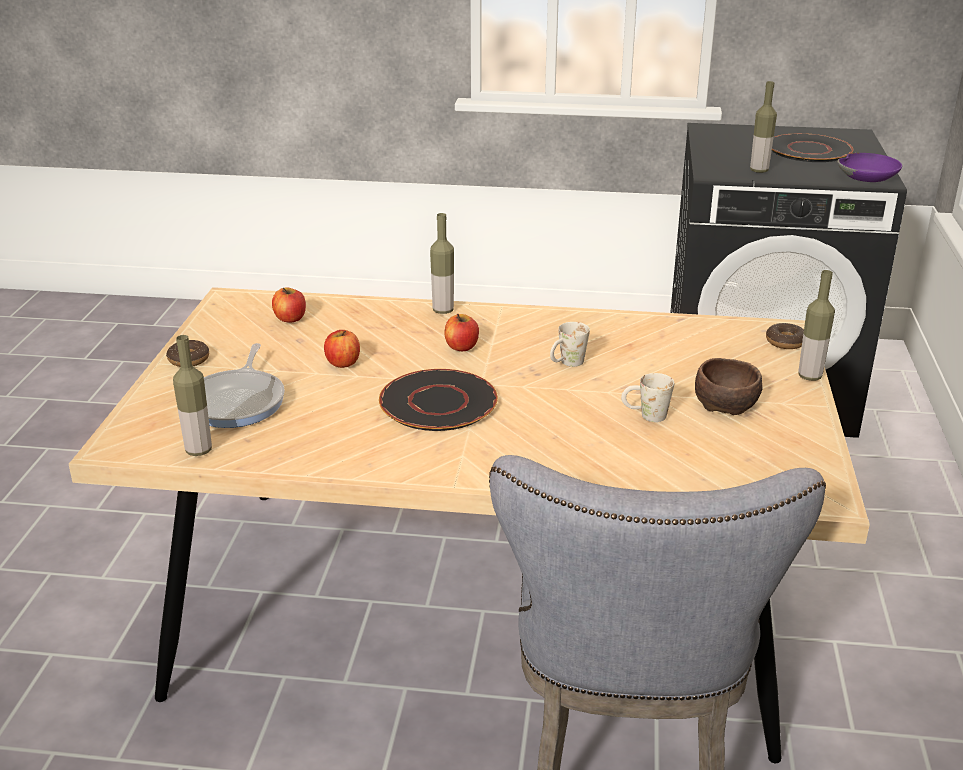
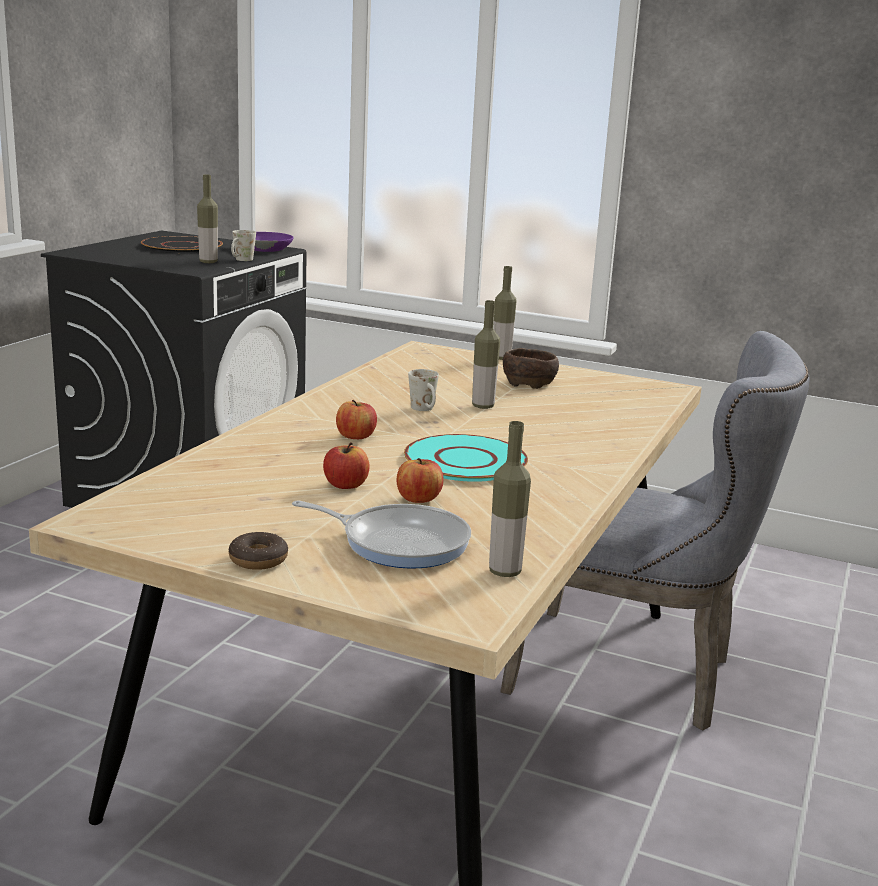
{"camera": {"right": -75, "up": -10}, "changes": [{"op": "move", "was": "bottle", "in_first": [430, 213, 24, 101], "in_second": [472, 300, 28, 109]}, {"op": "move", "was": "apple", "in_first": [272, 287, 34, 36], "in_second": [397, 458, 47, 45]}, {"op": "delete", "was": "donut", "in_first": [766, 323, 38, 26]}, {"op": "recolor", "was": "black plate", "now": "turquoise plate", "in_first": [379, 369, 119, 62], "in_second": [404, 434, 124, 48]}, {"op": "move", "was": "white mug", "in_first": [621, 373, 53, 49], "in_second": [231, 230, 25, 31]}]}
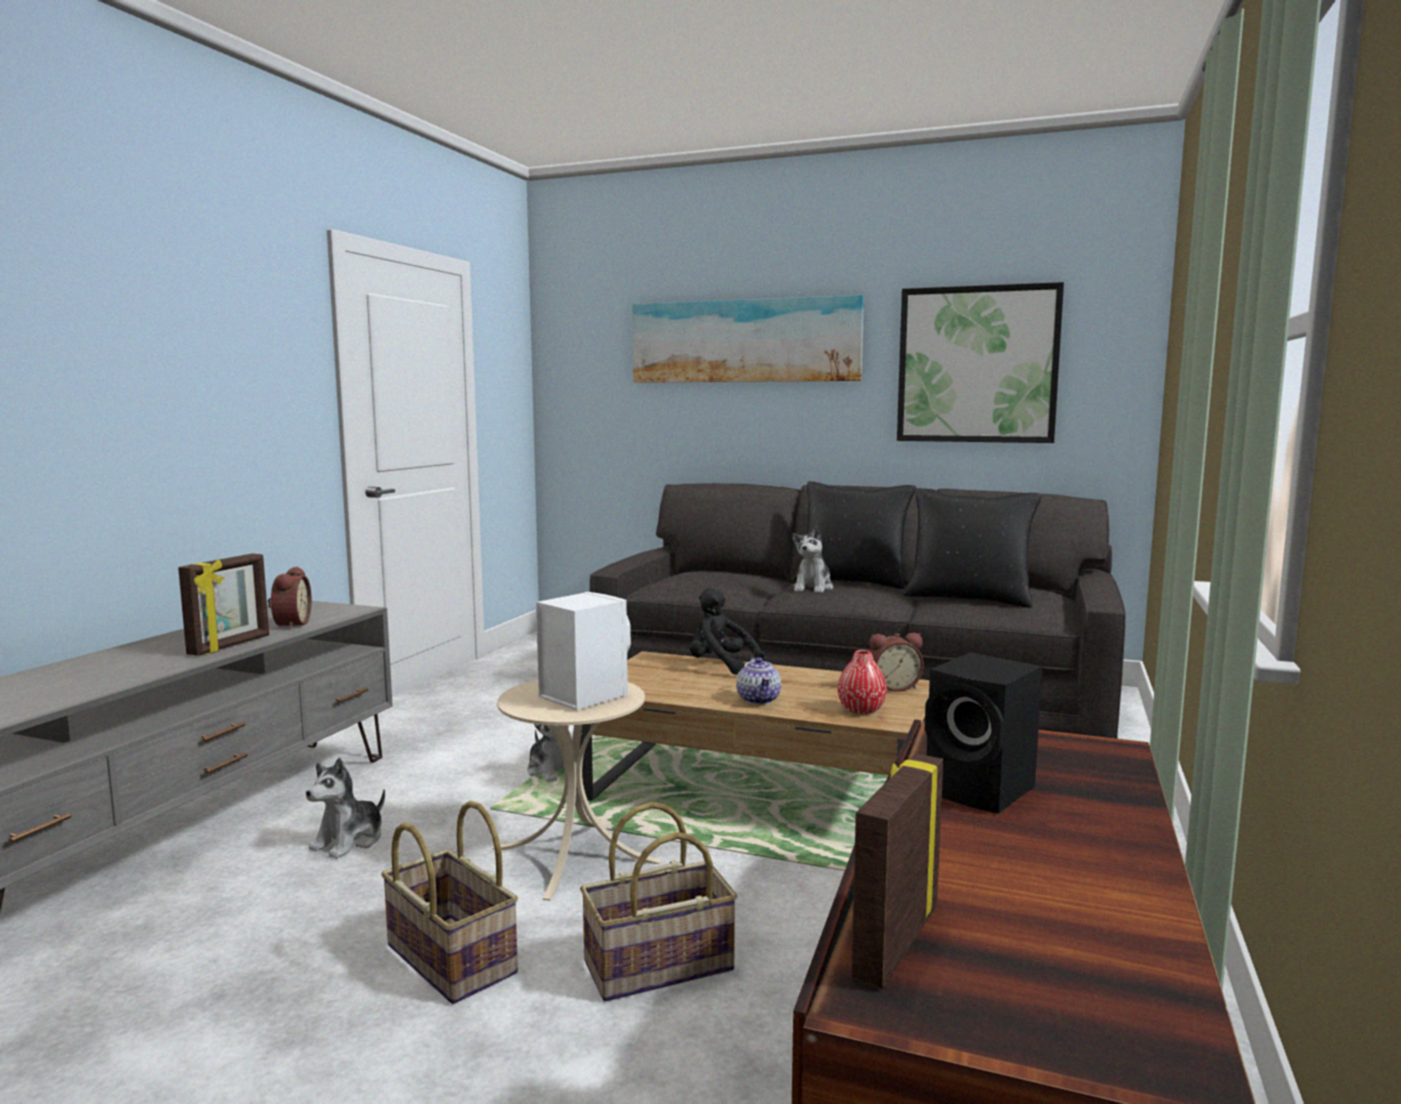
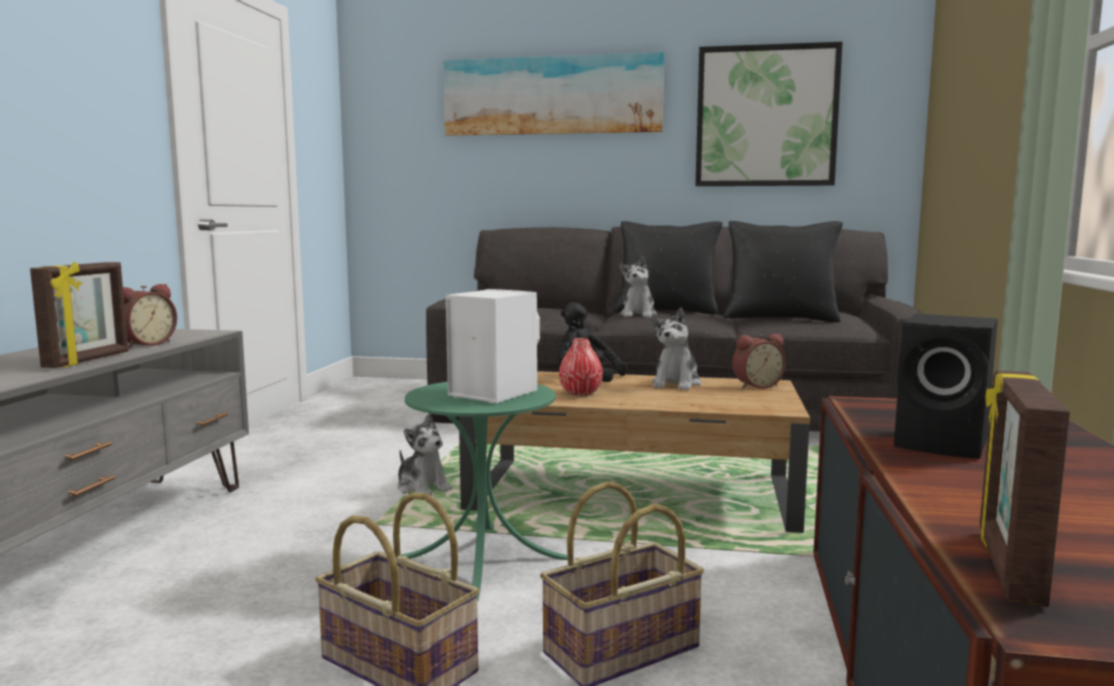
{"camera": {"right": -10, "up": 0}, "changes": [{"op": "rotate", "was": "alarm clock", "in_first": [268, 566, 44, 64], "in_second": [123, 284, 54, 64], "clockwise": 45}, {"op": "move", "was": "red vase", "in_first": [838, 650, 49, 65], "in_second": [559, 338, 44, 58]}, {"op": "delete", "was": "teapot", "in_first": [736, 657, 45, 47]}, {"op": "recolor", "was": "beige side table", "now": "green side table", "in_first": [492, 680, 169, 220], "in_second": [401, 382, 167, 219]}, {"op": "move", "was": "plush toy", "in_first": [306, 758, 79, 101], "in_second": [651, 308, 50, 82]}]}
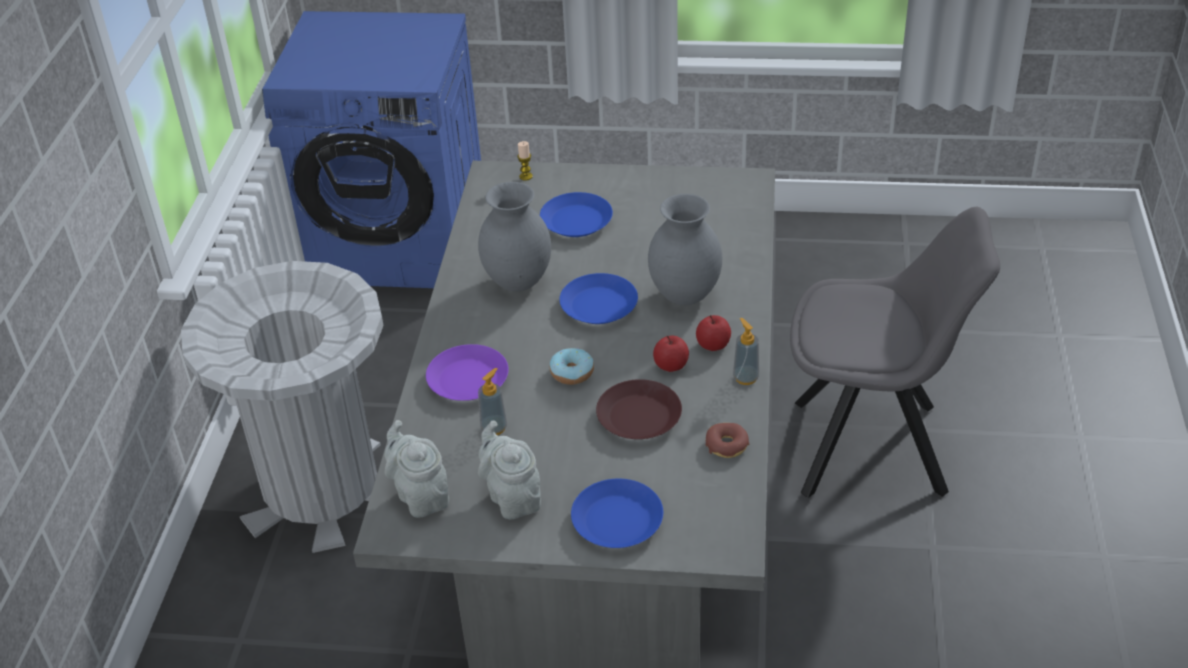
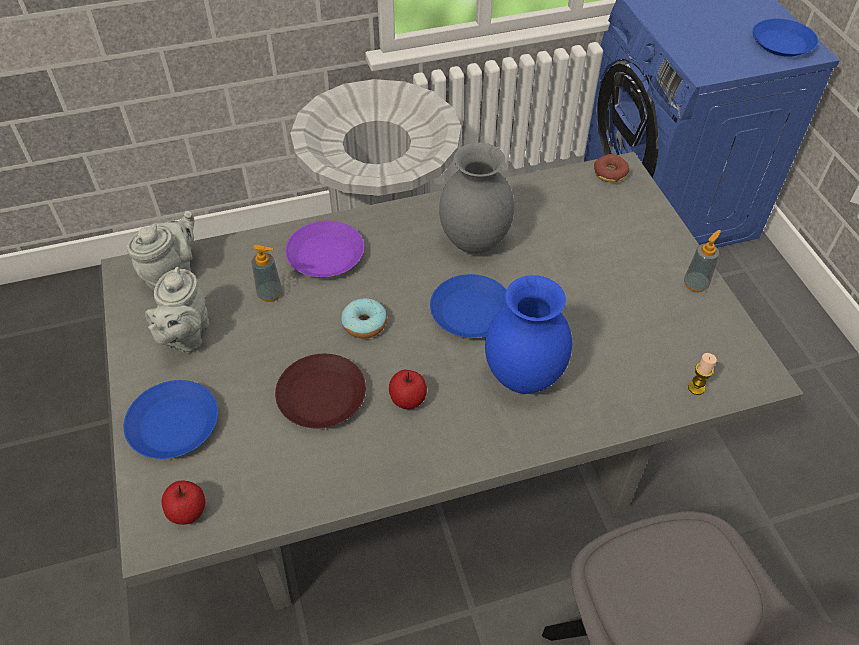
{"camera": {"right": 65, "up": 10}, "changes": [{"op": "move", "was": "candle", "in_first": [517, 141, 16, 40], "in_second": [688, 353, 29, 42]}, {"op": "move", "was": "blue plate", "in_first": [540, 192, 73, 45], "in_second": [752, 19, 66, 38]}, {"op": "recolor", "was": "grey vase", "now": "blue vase", "in_first": [648, 194, 74, 111], "in_second": [485, 275, 87, 119]}, {"op": "move", "was": "apple", "in_first": [696, 315, 35, 36], "in_second": [162, 481, 43, 44]}, {"op": "move", "was": "soap dispenser", "in_first": [733, 318, 26, 67], "in_second": [684, 230, 37, 62]}, {"op": "rotate", "was": "grey teapot", "in_first": [478, 420, 63, 99], "in_second": [145, 267, 64, 86], "clockwise": 150}, {"op": "move", "was": "donut", "in_first": [706, 423, 43, 35], "in_second": [594, 154, 36, 28]}]}
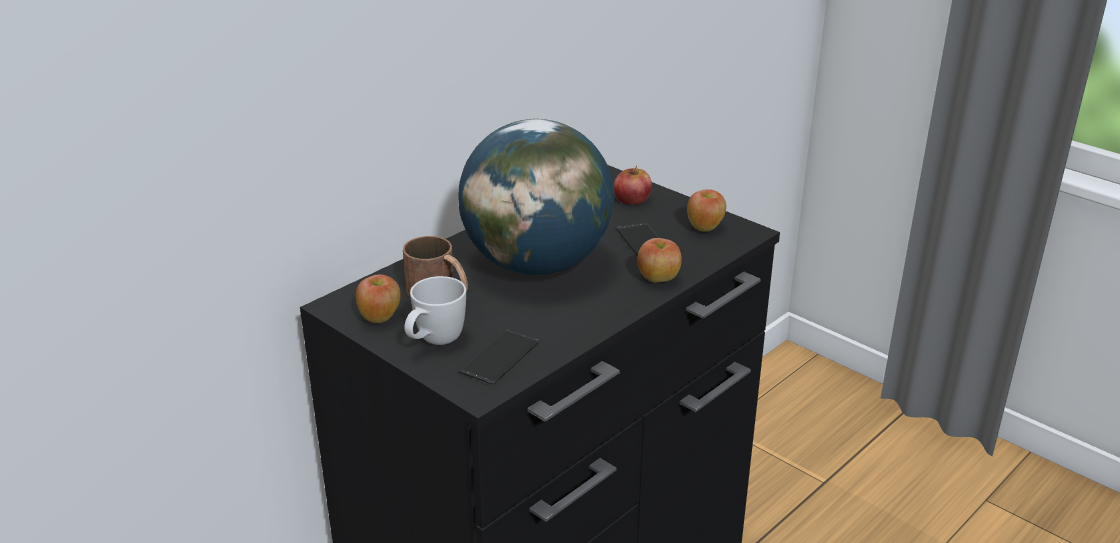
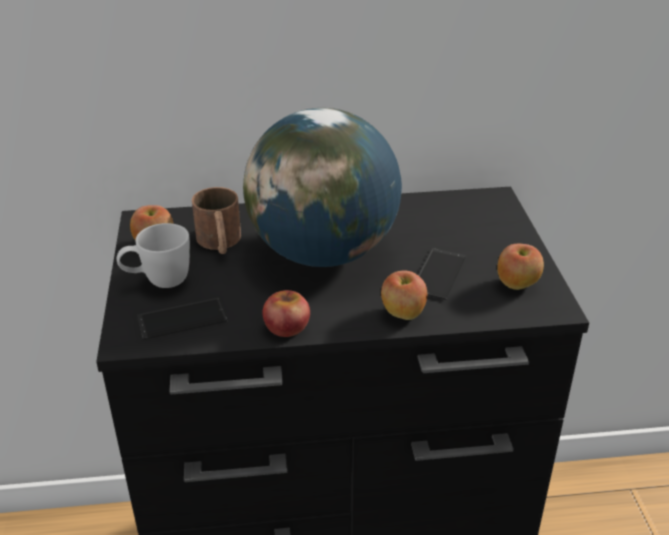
{"camera": {"right": 40, "up": 5}, "changes": [{"op": "move", "was": "apple", "in_first": [614, 166, 38, 39], "in_second": [263, 290, 47, 47]}]}
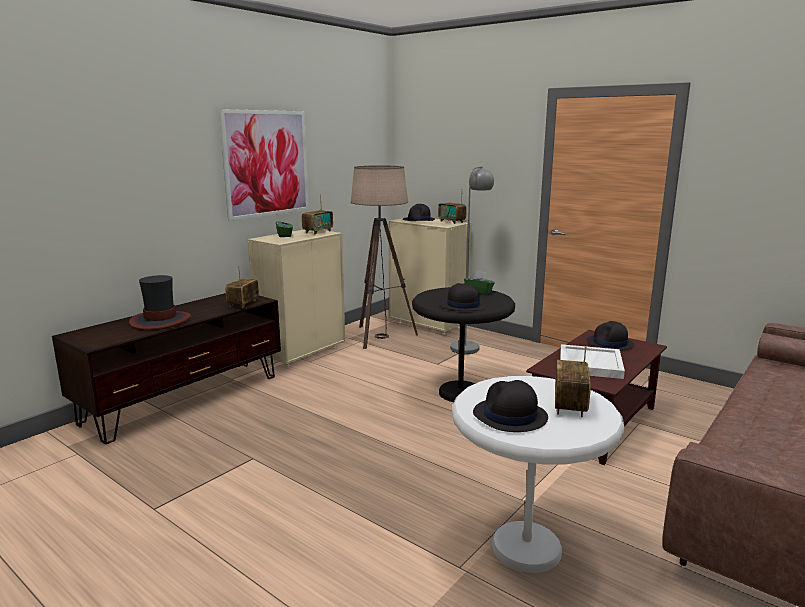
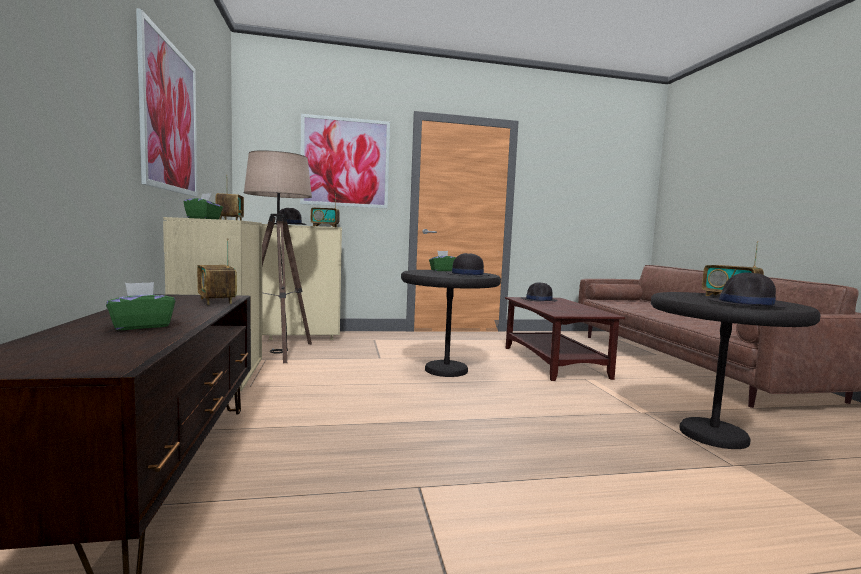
{"camera": {"right": -50, "up": -10}, "changes": [{"op": "delete", "was": "grey floor lamp", "in_first": [450, 166, 44, 188]}, {"op": "replace", "was": "hat", "now": "green tissue box", "in_first": [129, 275, 62, 56], "in_second": [106, 282, 69, 48]}, {"op": "delete", "was": "white tray", "in_first": [560, 344, 65, 35]}, {"op": "recolor", "was": "white side table", "now": "black side table", "in_first": [452, 376, 172, 197], "in_second": [651, 292, 170, 157]}, {"op": "insert", "now": "picture", "in_second": [300, 114, 90, 95]}]}
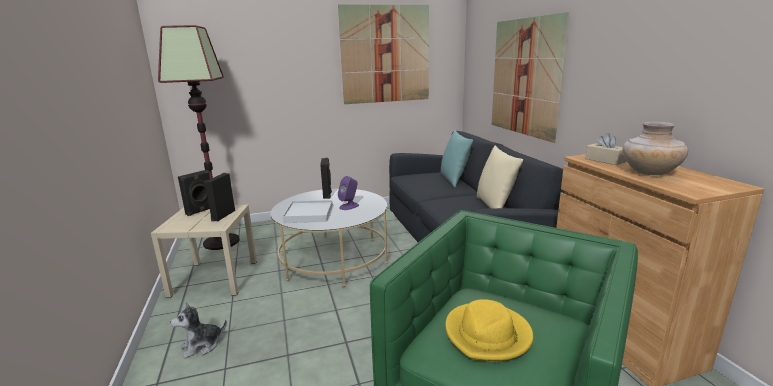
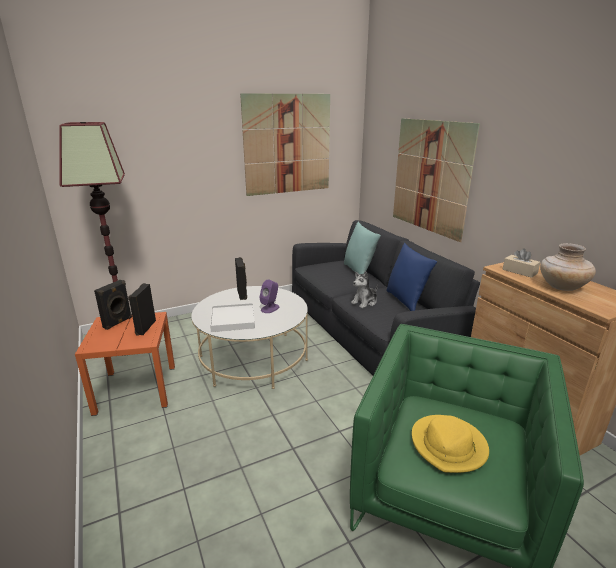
{"camera": {"right": -10, "up": 5}, "changes": [{"op": "recolor", "was": "beige pillow", "now": "blue pillow", "in_first": [477, 145, 46, 63], "in_second": [386, 243, 51, 68]}, {"op": "recolor", "was": "beige side table", "now": "orange side table", "in_first": [151, 205, 106, 93], "in_second": [75, 312, 100, 104]}, {"op": "move", "was": "plush toy", "in_first": [170, 302, 57, 56], "in_second": [351, 271, 27, 37]}]}
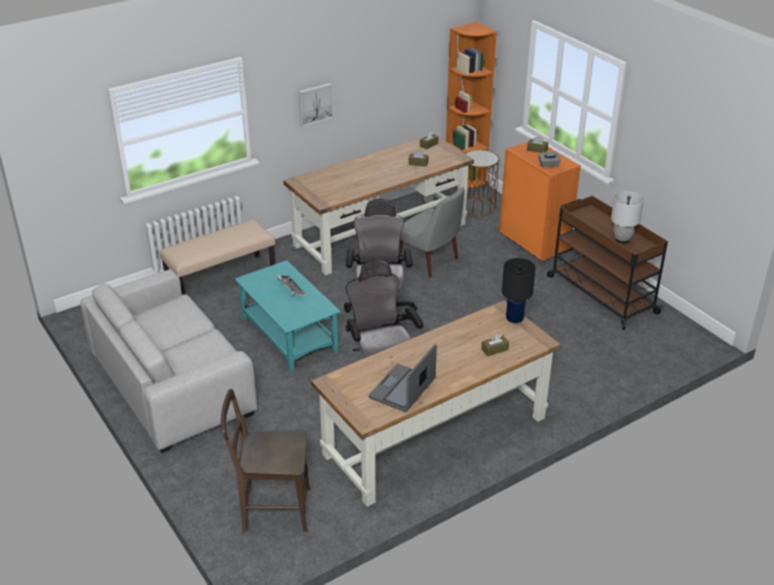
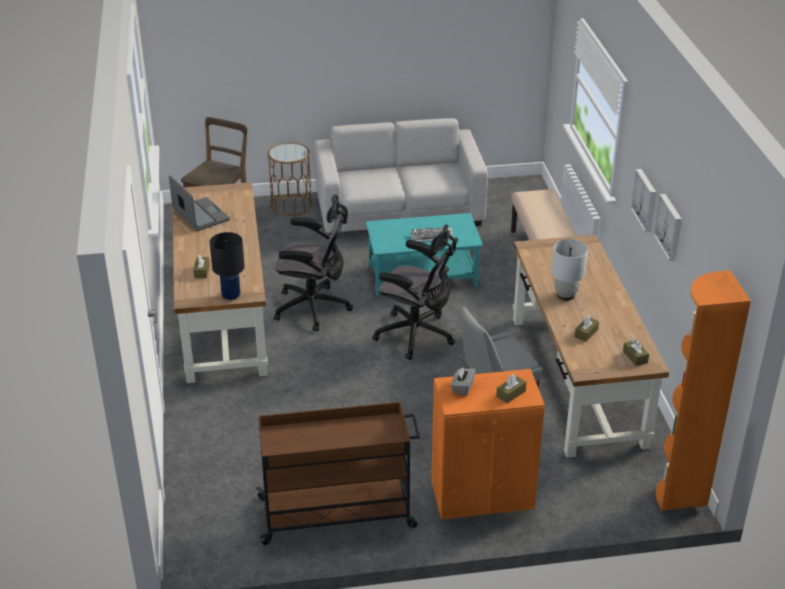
{"camera": {"right": 115, "up": 0}, "changes": [{"op": "move", "was": "brown side table", "in_first": [465, 150, 35, 66], "in_second": [268, 143, 44, 73]}, {"op": "move", "was": "white table lamp", "in_first": [611, 191, 33, 53], "in_second": [551, 239, 37, 62]}, {"op": "insert", "now": "picture", "in_second": [654, 194, 28, 67]}]}
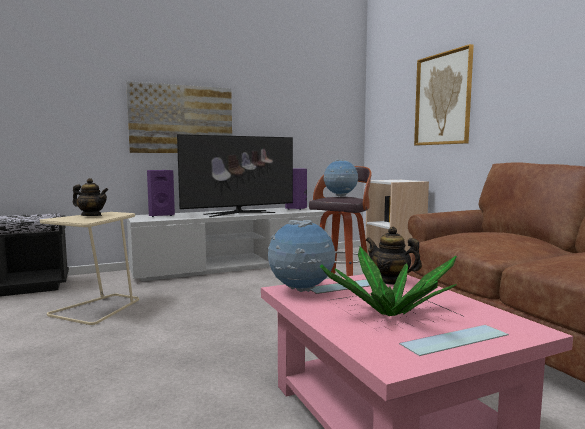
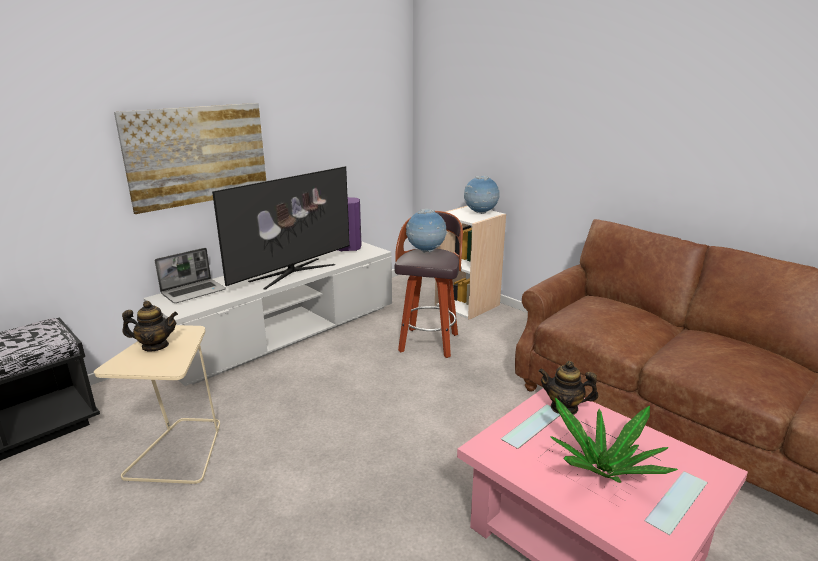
{"camera": {"right": -20, "up": 15}, "changes": [{"op": "delete", "was": "picture", "in_first": [414, 44, 60, 101]}, {"op": "replace", "was": "purple speaker", "now": "laptop", "in_first": [147, 170, 28, 47], "in_second": [155, 248, 71, 55]}, {"op": "move", "was": "globe", "in_first": [268, 219, 68, 73], "in_second": [464, 175, 36, 39]}]}
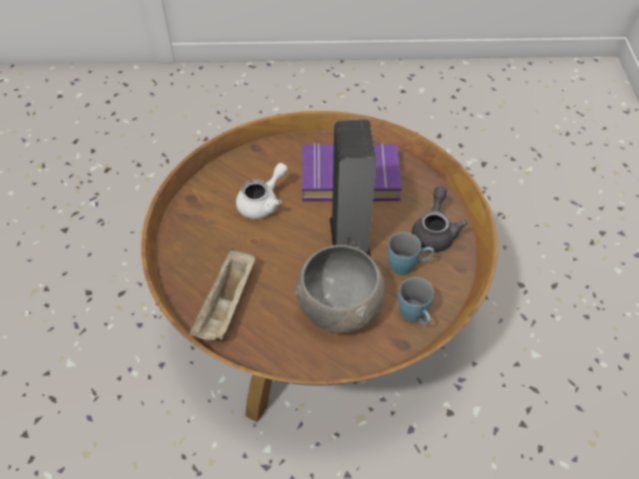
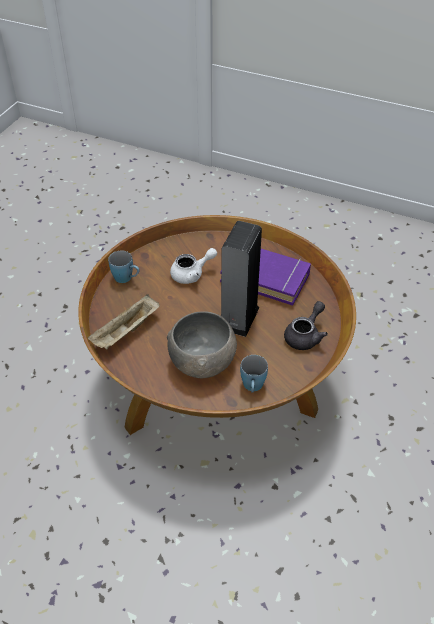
{"camera": {"right": 25, "up": -5}, "changes": [{"op": "move", "was": "blue mug", "in_first": [387, 232, 47, 43], "in_second": [108, 251, 31, 32]}]}
